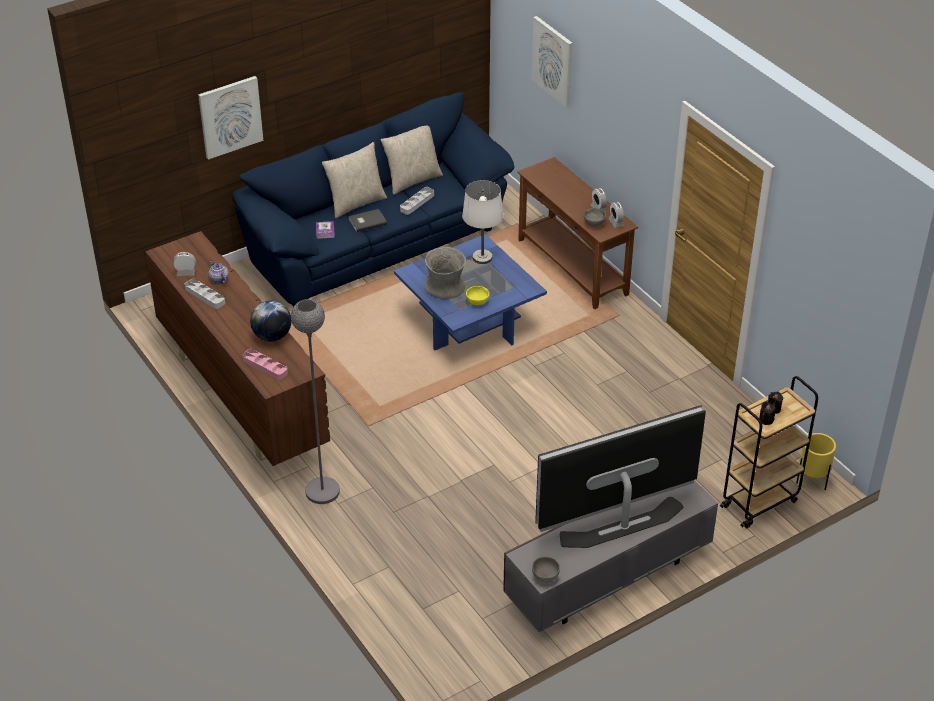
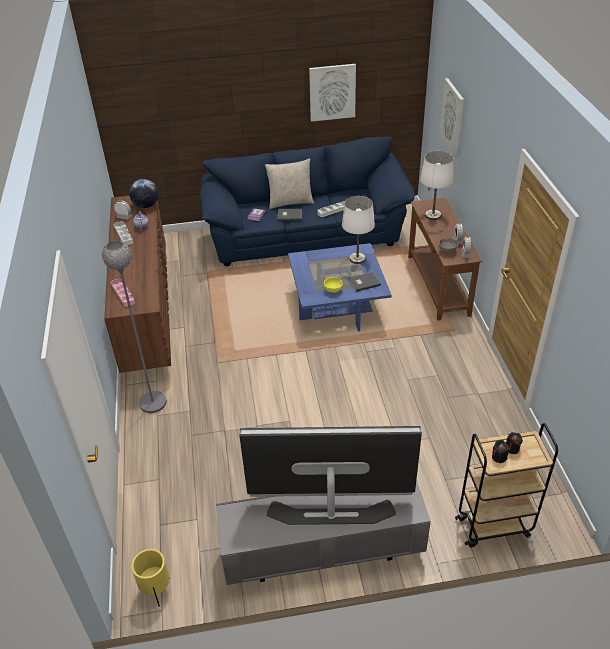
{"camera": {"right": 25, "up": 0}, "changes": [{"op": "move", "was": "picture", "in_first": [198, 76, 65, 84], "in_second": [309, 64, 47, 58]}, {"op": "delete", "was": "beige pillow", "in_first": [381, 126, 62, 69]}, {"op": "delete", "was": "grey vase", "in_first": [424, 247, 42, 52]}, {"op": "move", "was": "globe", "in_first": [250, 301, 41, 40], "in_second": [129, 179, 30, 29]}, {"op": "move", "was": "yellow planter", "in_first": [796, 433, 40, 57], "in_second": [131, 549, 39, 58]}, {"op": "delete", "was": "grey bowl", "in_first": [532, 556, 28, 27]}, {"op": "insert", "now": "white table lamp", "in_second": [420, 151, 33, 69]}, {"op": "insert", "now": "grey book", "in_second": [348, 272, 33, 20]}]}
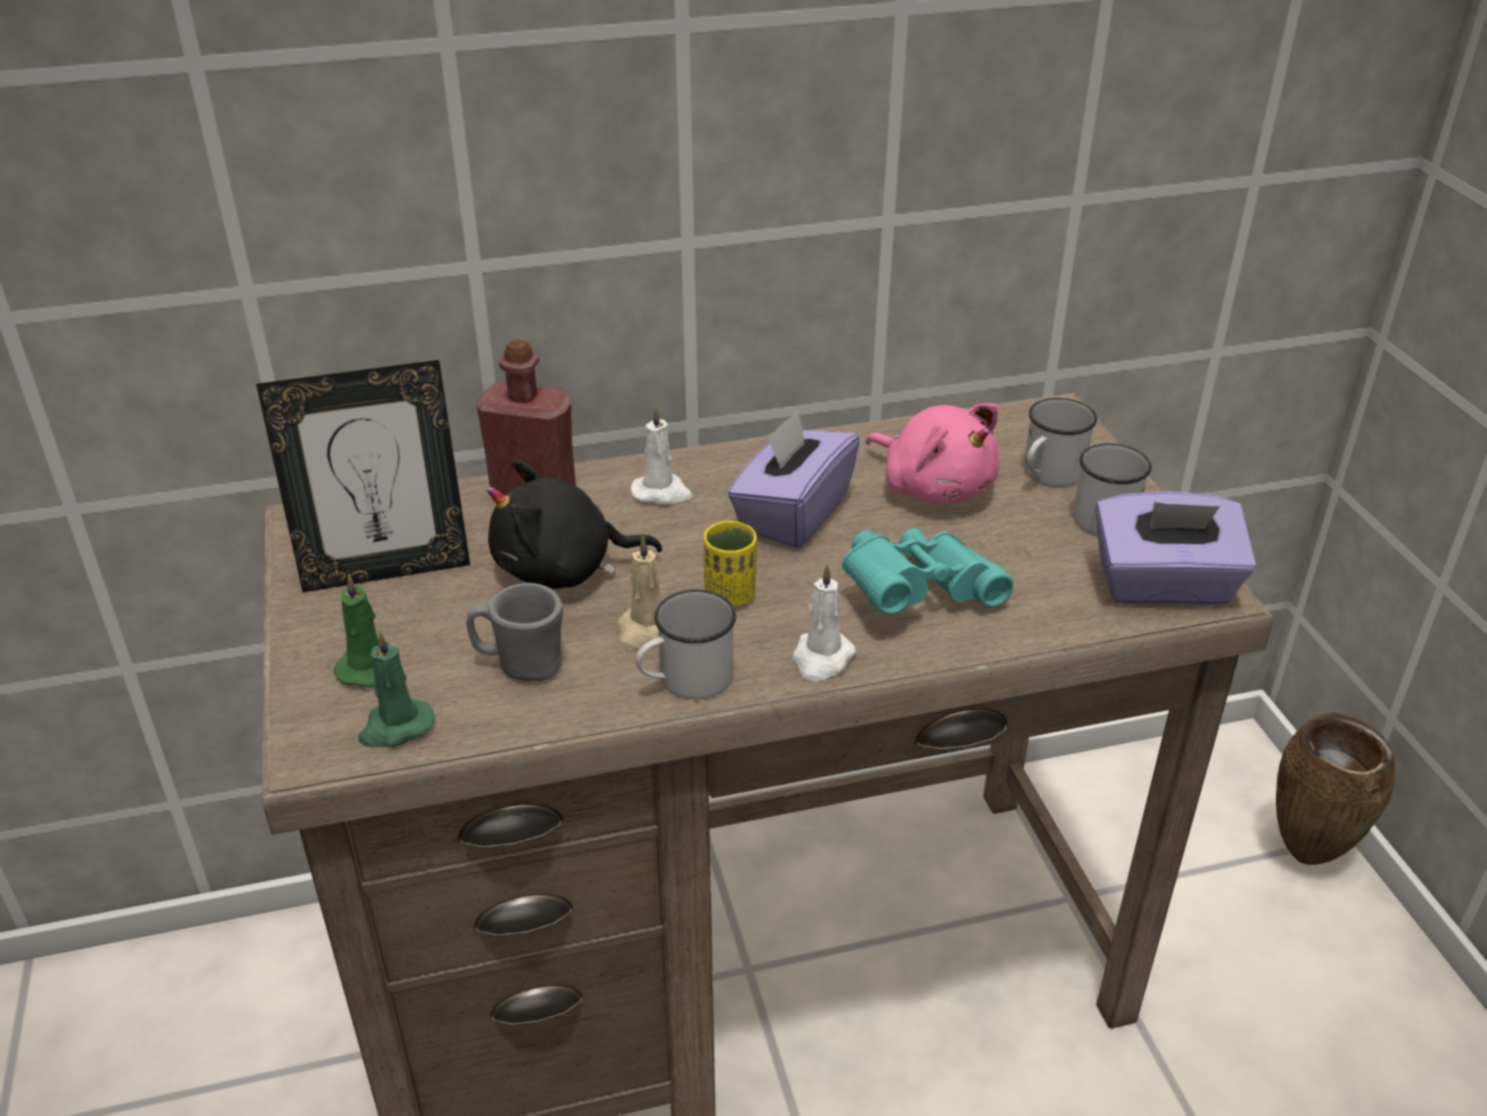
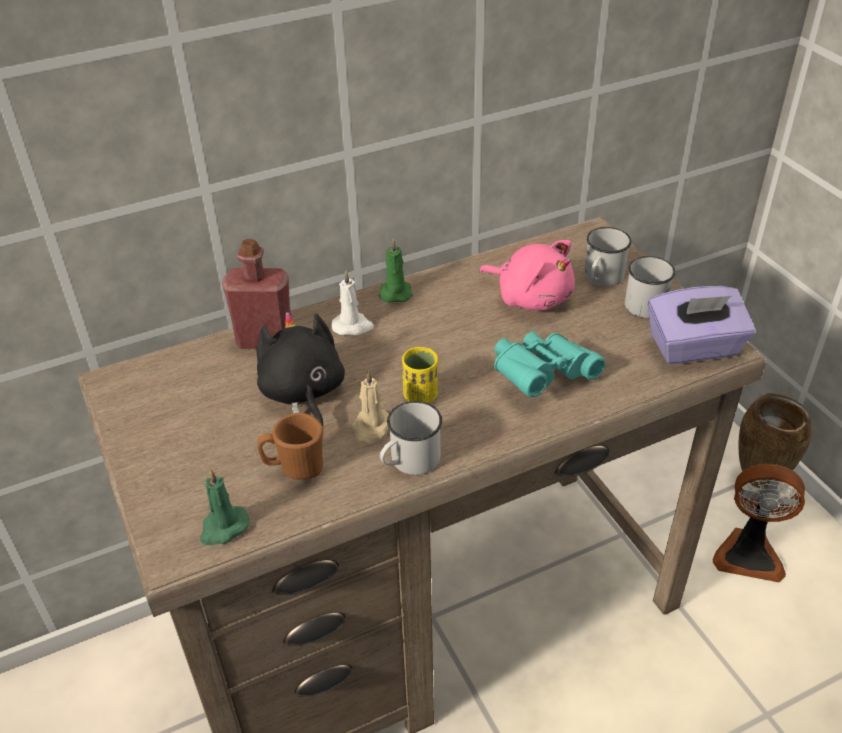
{"camera": {"right": -10, "up": 5}, "changes": [{"op": "delete", "was": "picture frame", "in_first": [256, 360, 214, 232]}, {"op": "delete", "was": "purple tissue box", "in_first": [727, 410, 133, 139]}, {"op": "rotate", "was": "black plush toy", "in_first": [487, 460, 175, 129], "in_second": [257, 312, 88, 114], "clockwise": 90}, {"op": "delete", "was": "white candle", "in_first": [793, 564, 63, 118]}, {"op": "move", "was": "green candle", "in_first": [334, 574, 55, 113], "in_second": [379, 238, 34, 65]}, {"op": "recolor", "was": "grey mug", "now": "brown mug", "in_first": [466, 583, 97, 98], "in_second": [257, 413, 66, 67]}, {"op": "insert", "now": "fan", "in_second": [712, 464, 93, 119]}]}
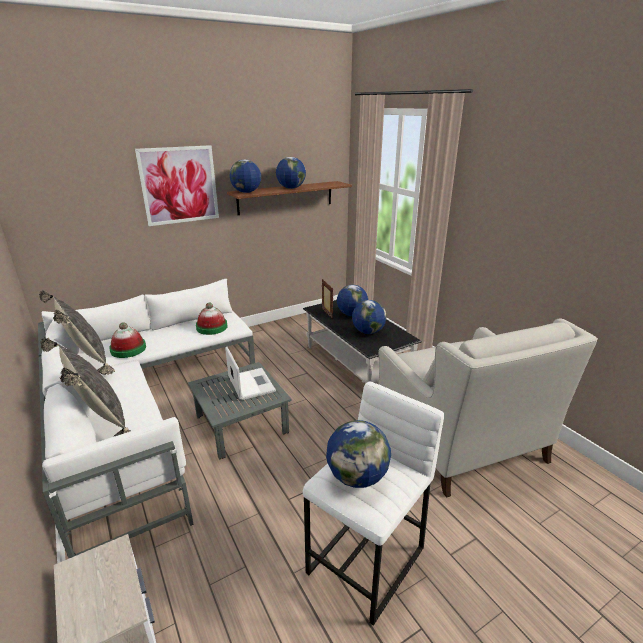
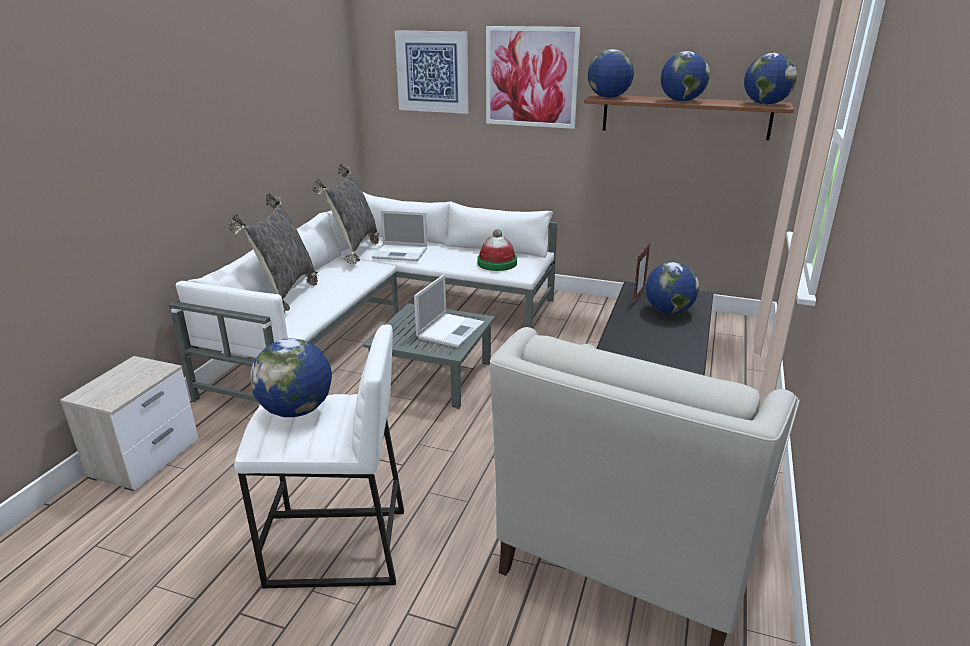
{"camera": {"right": 50, "up": 0}, "changes": [{"op": "move", "was": "globe", "in_first": [352, 300, 34, 34], "in_second": [744, 53, 53, 52]}, {"op": "replace", "was": "hat", "now": "laptop", "in_first": [109, 322, 37, 36], "in_second": [372, 210, 56, 51]}, {"op": "insert", "now": "picture", "in_second": [395, 30, 74, 84]}]}
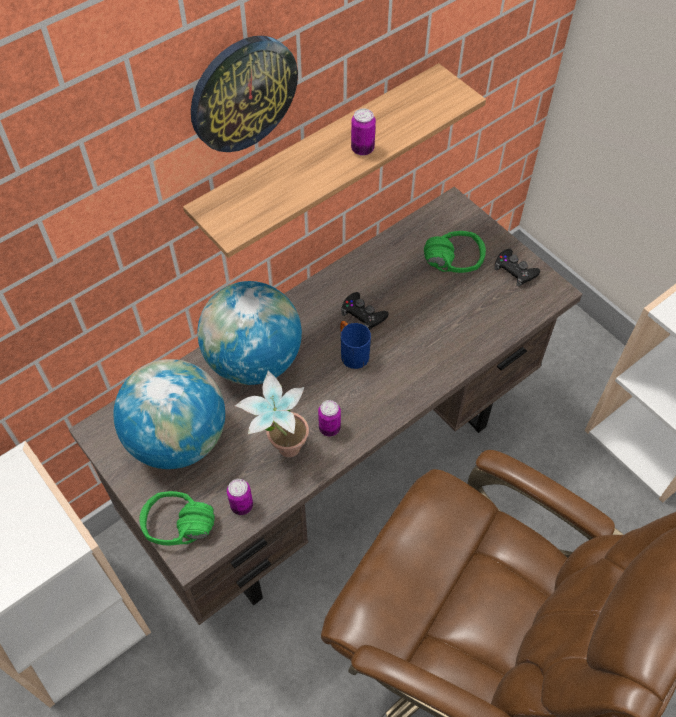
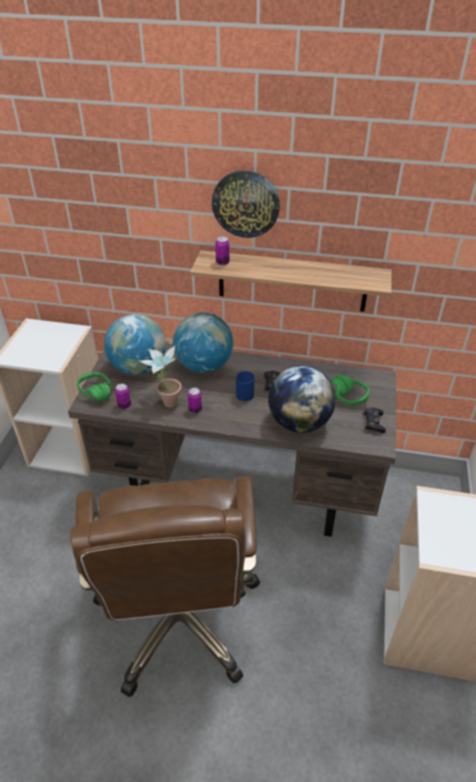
{"camera": {"right": 50, "up": -15}, "changes": [{"op": "move", "was": "can", "in_first": [351, 109, 25, 47], "in_second": [215, 236, 15, 29]}, {"op": "insert", "now": "globe", "in_second": [268, 366, 68, 67]}]}
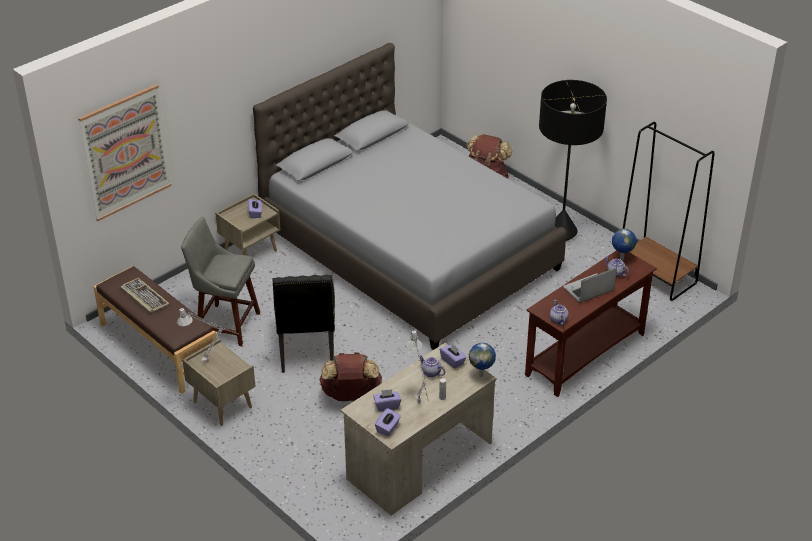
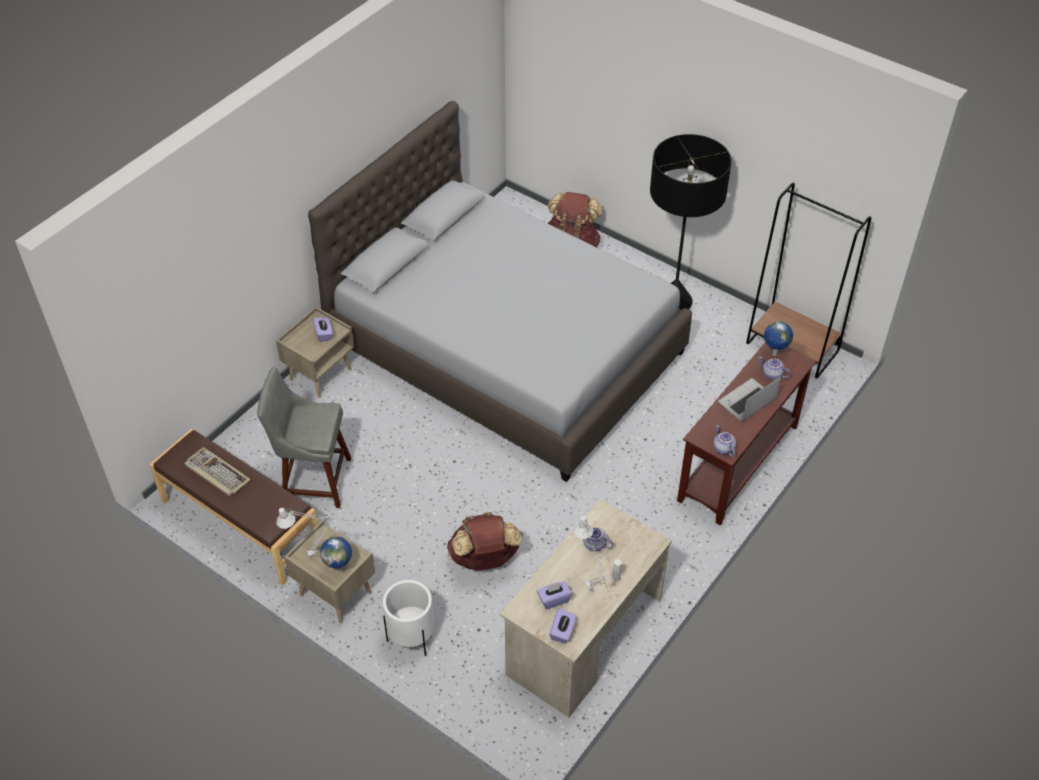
{"camera": {"right": -10, "up": 10}, "changes": [{"op": "delete", "was": "picture", "in_first": [78, 84, 94, 137]}, {"op": "delete", "was": "black chair", "in_first": [273, 275, 62, 98]}, {"op": "delete", "was": "purple tissue box", "in_first": [440, 343, 27, 26]}, {"op": "move", "was": "globe", "in_first": [469, 343, 27, 34], "in_second": [320, 537, 32, 35]}, {"op": "insert", "now": "white planter", "in_second": [383, 580, 51, 76]}]}
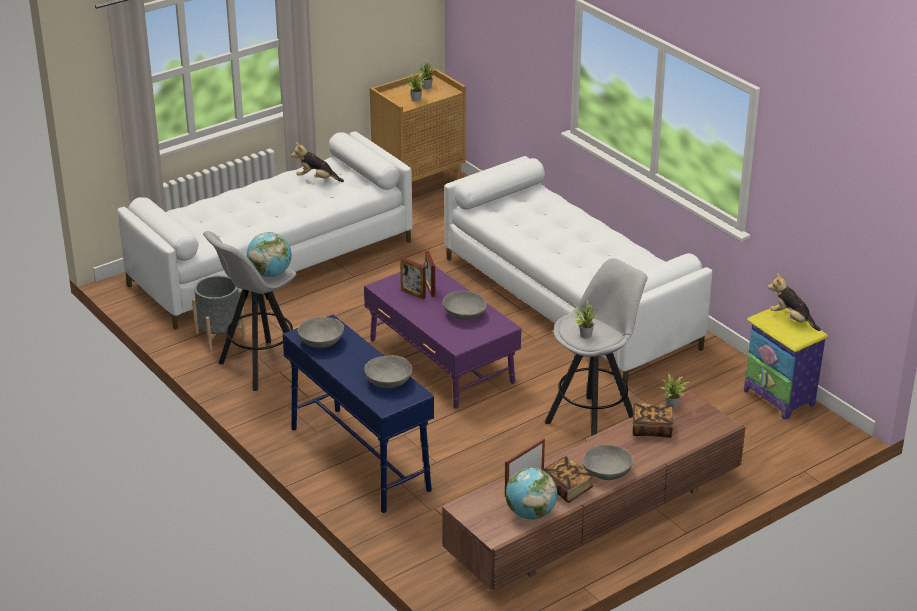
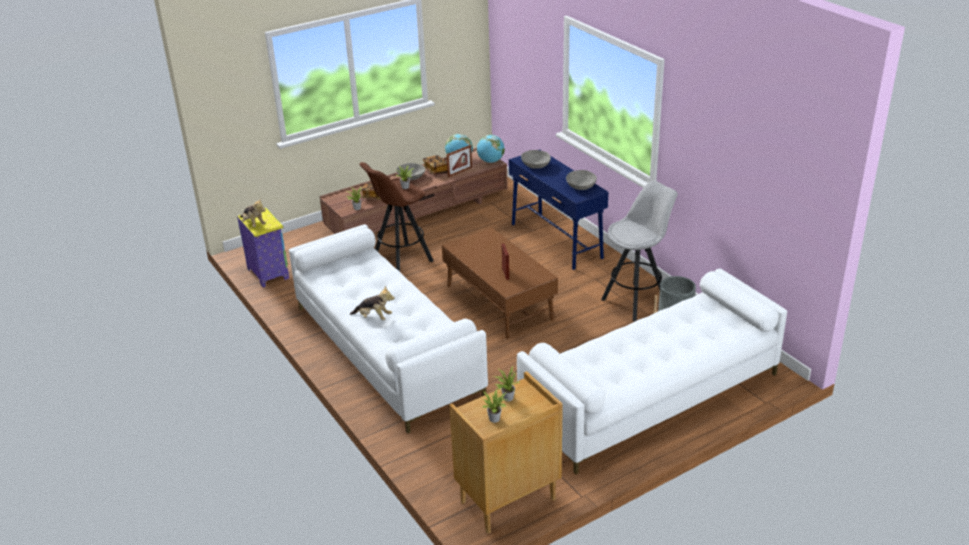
{"camera": {"right": -175, "up": 0}, "changes": [{"op": "move", "was": "plush toy", "in_first": [291, 142, 53, 40], "in_second": [350, 285, 45, 35]}, {"op": "move", "was": "globe", "in_first": [247, 232, 45, 45], "in_second": [477, 135, 28, 28]}, {"op": "delete", "was": "picture frame", "in_first": [400, 258, 26, 41]}, {"op": "recolor", "was": "grey stool", "now": "brown stool", "in_first": [545, 258, 102, 178], "in_second": [359, 162, 74, 109]}, {"op": "recolor", "was": "purple coffee table", "now": "brown coffee table", "in_first": [364, 263, 157, 146], "in_second": [442, 228, 116, 111]}, {"op": "delete", "was": "grey bowl", "in_first": [443, 291, 44, 29]}]}
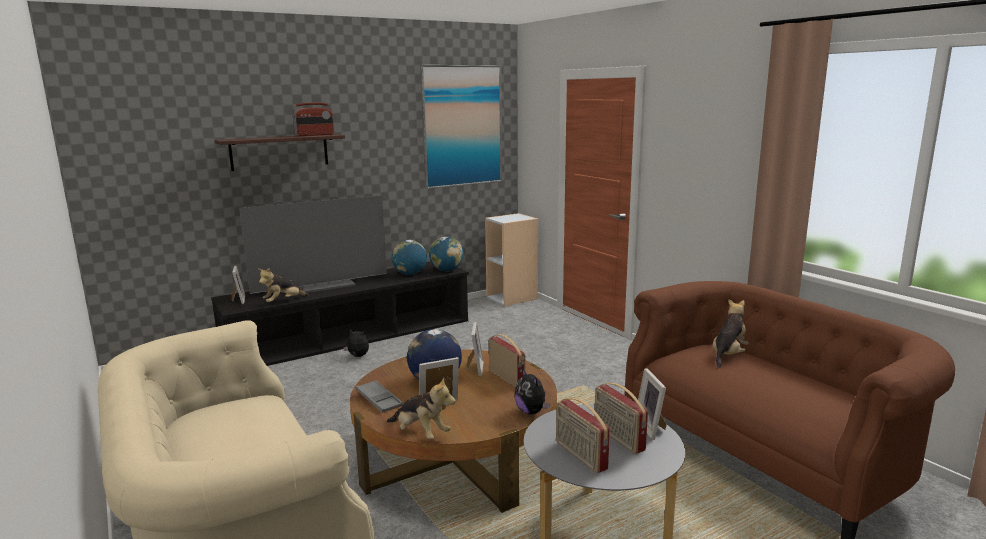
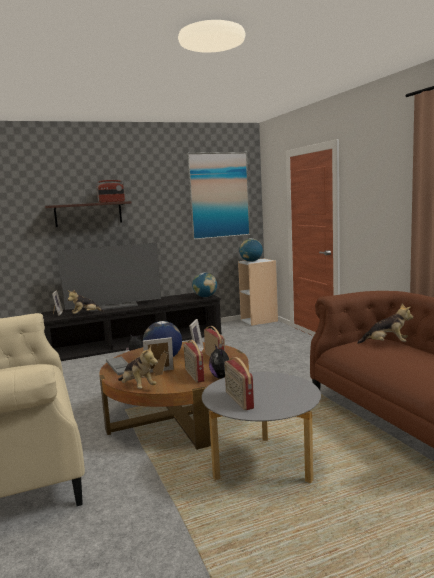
{"camera": {"right": 10, "up": -5}, "changes": [{"op": "move", "was": "globe", "in_first": [392, 240, 35, 35], "in_second": [239, 238, 24, 24]}, {"op": "rotate", "was": "plush toy", "in_first": [713, 299, 36, 69], "in_second": [357, 304, 56, 40], "clockwise": 60}, {"op": "delete", "was": "picture frame", "in_first": [638, 368, 29, 72]}, {"op": "move", "was": "radio", "in_first": [594, 383, 54, 71], "in_second": [184, 340, 21, 43]}]}
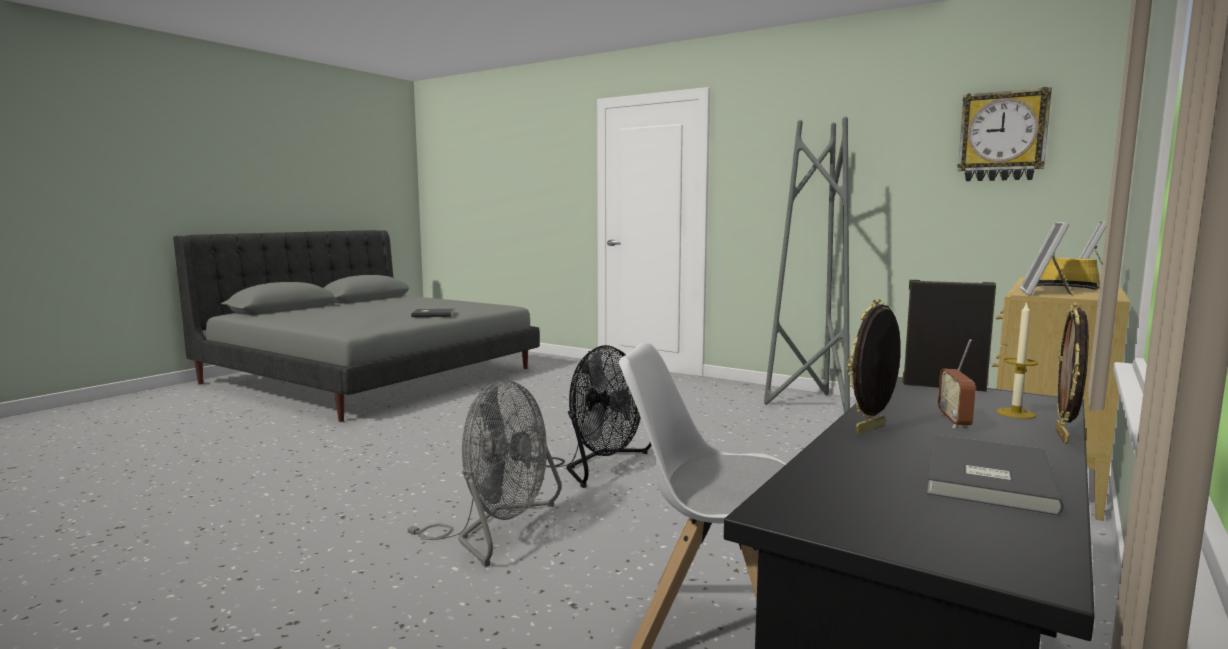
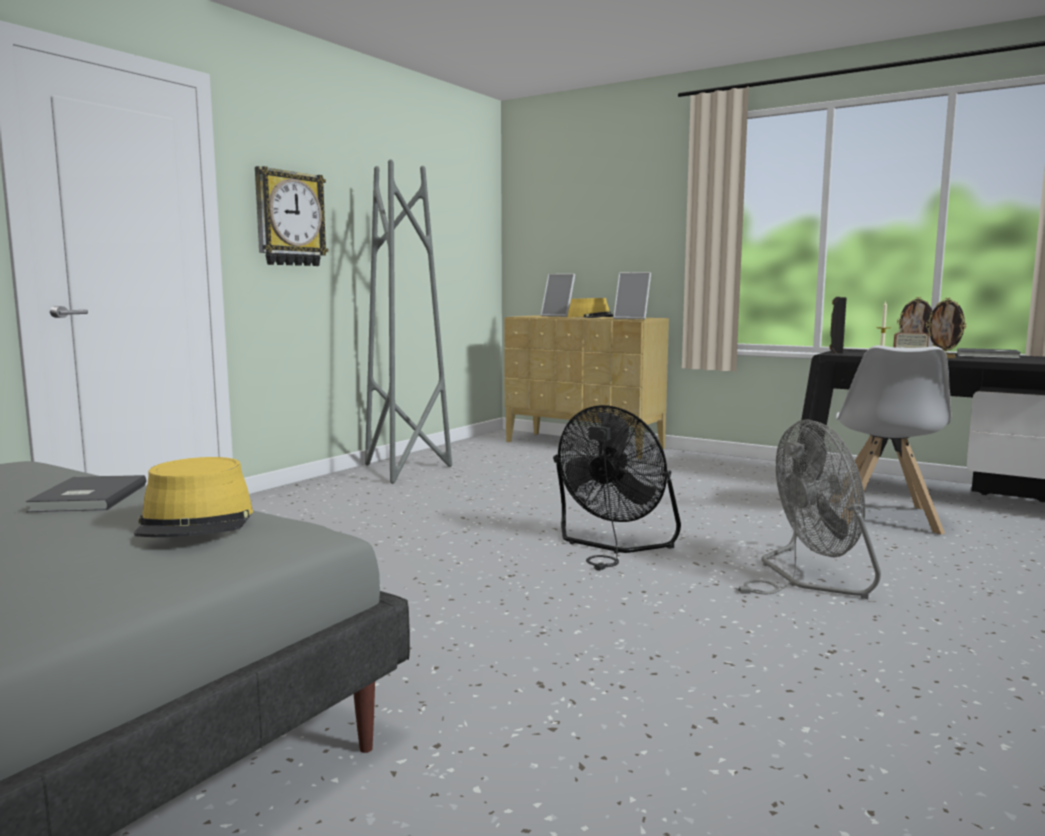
{"camera": {"right": -90, "up": 0}, "changes": [{"op": "move", "was": "wall clock", "in_first": [957, 87, 95, 94], "in_second": [255, 166, 74, 100]}, {"op": "rotate", "was": "grey fan", "in_first": [407, 379, 154, 188], "in_second": [736, 420, 145, 179], "clockwise": 60}, {"op": "insert", "now": "yellow hat", "in_second": [134, 457, 119, 80]}]}
